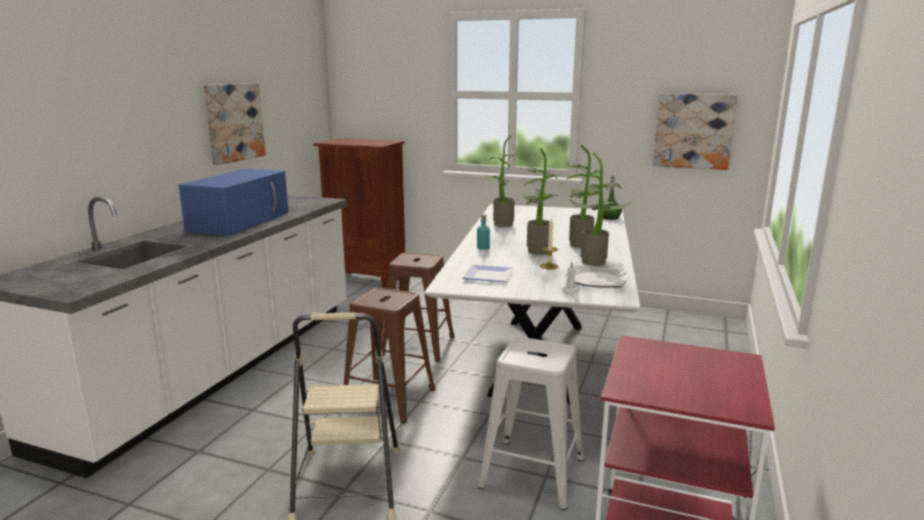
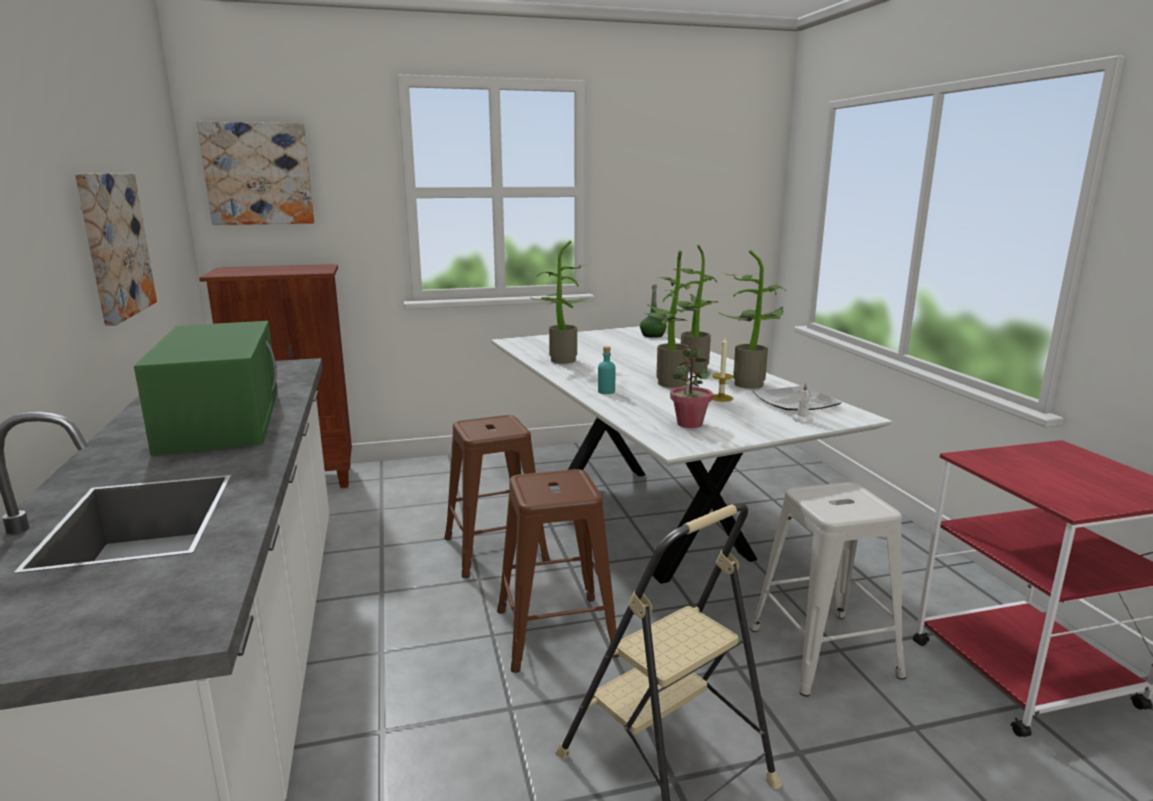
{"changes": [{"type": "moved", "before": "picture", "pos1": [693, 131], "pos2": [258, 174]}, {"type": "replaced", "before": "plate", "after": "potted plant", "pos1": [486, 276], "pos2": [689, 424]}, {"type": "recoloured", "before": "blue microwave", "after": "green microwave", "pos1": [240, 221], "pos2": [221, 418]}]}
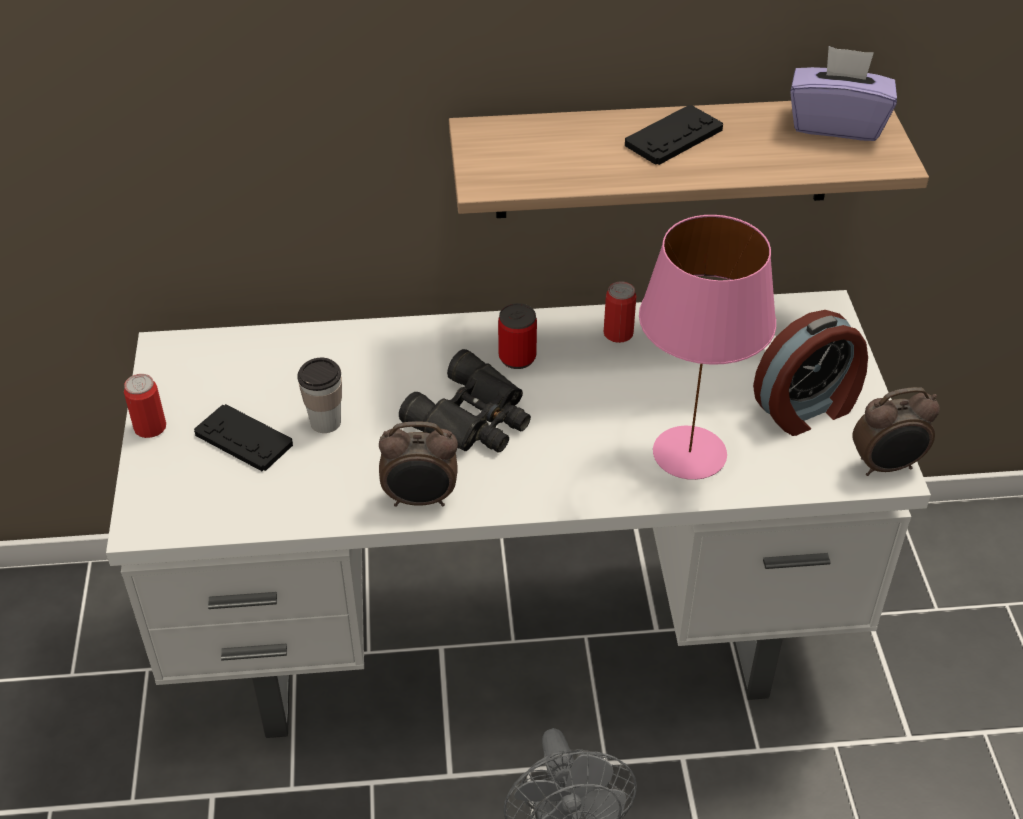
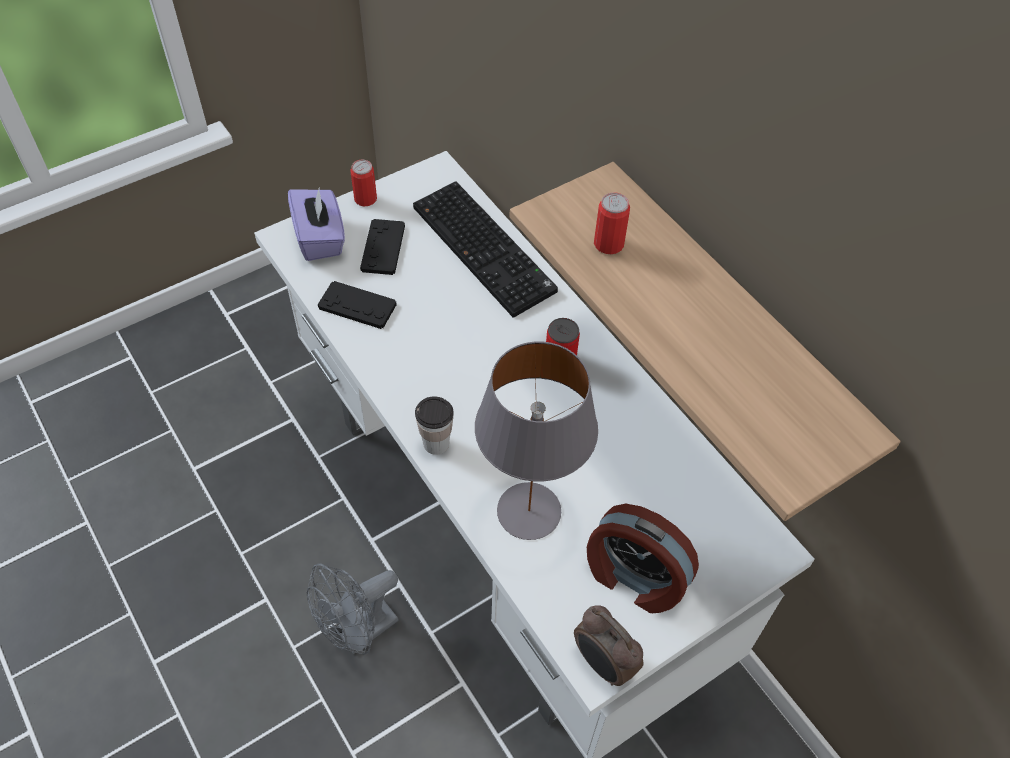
{"changes": [{"type": "removed", "before": "alarm clock", "pos1": [420, 500]}, {"type": "removed", "before": "black binoculars", "pos1": [474, 419]}, {"type": "added", "after": "keyboard", "pos2": [486, 249]}, {"type": "moved", "before": "cup", "pos1": [325, 422], "pos2": [436, 443]}, {"type": "moved", "before": "can", "pos1": [618, 333], "pos2": [608, 244]}, {"type": "moved", "before": "black game controller", "pos1": [673, 137], "pos2": [357, 306]}, {"type": "moved", "before": "purple tissue box", "pos1": [836, 124], "pos2": [320, 238]}, {"type": "recoloured", "before": "pink table lamp", "after": "grey table lamp", "pos1": [689, 452], "pos2": [530, 510]}]}
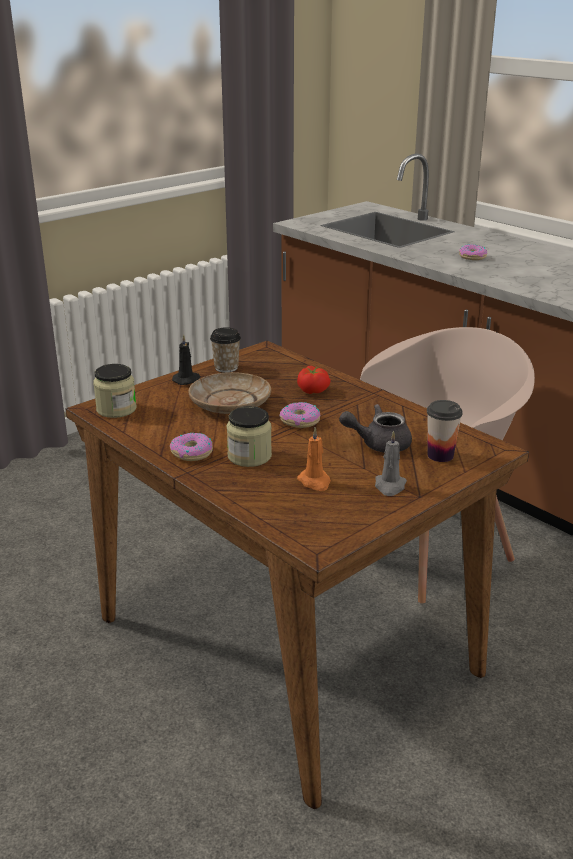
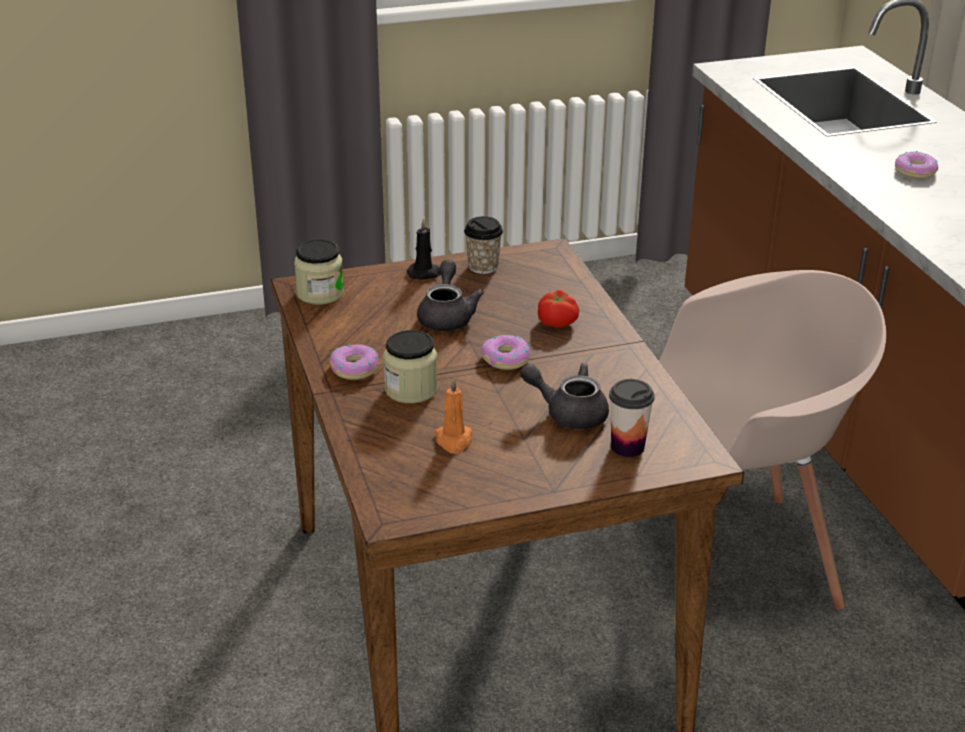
{"changes": [{"type": "removed", "before": "grey candle", "pos1": [390, 486]}, {"type": "replaced", "before": "beige plate", "after": "grey teapot", "pos1": [230, 403], "pos2": [447, 316]}]}
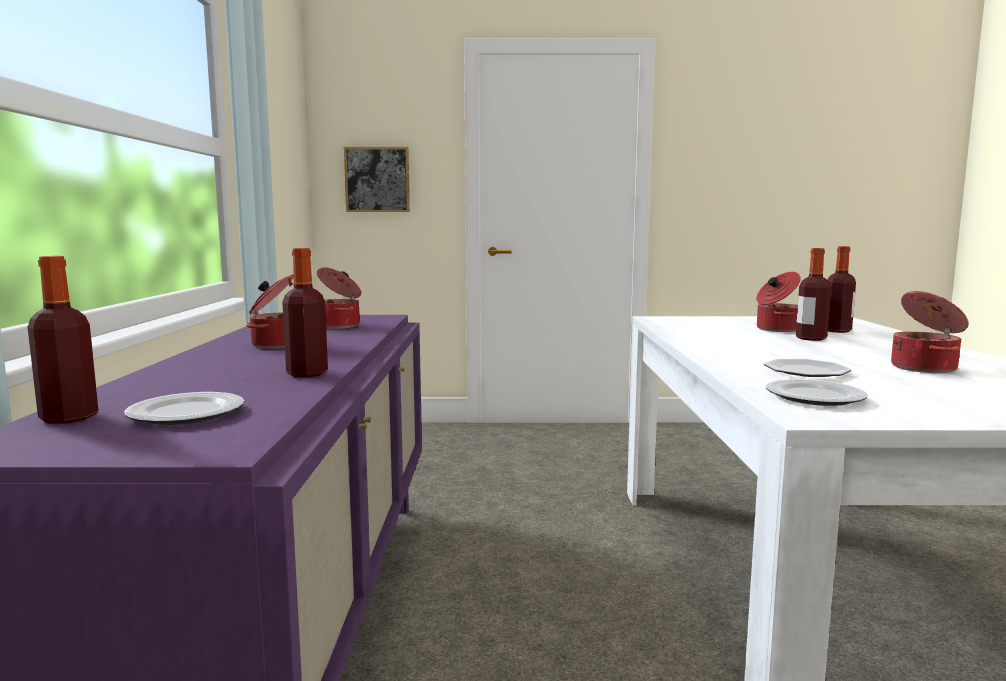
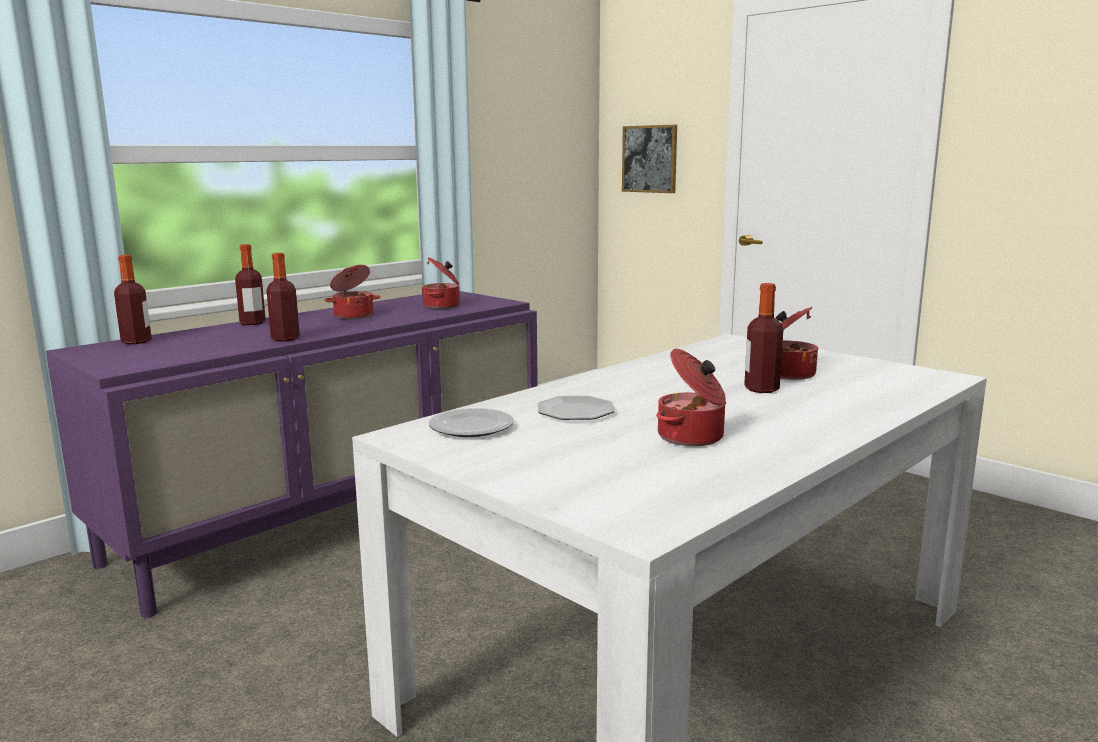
{"changes": [{"type": "removed", "before": "plate", "pos1": [187, 414]}, {"type": "moved", "before": "bottle", "pos1": [837, 331], "pos2": [252, 323]}]}
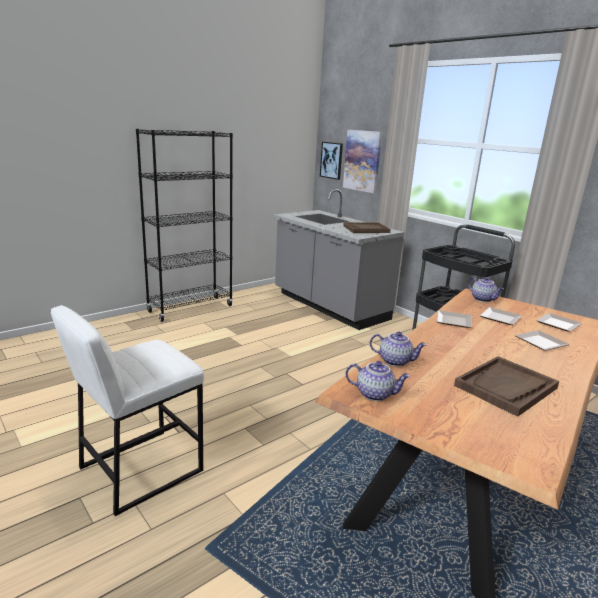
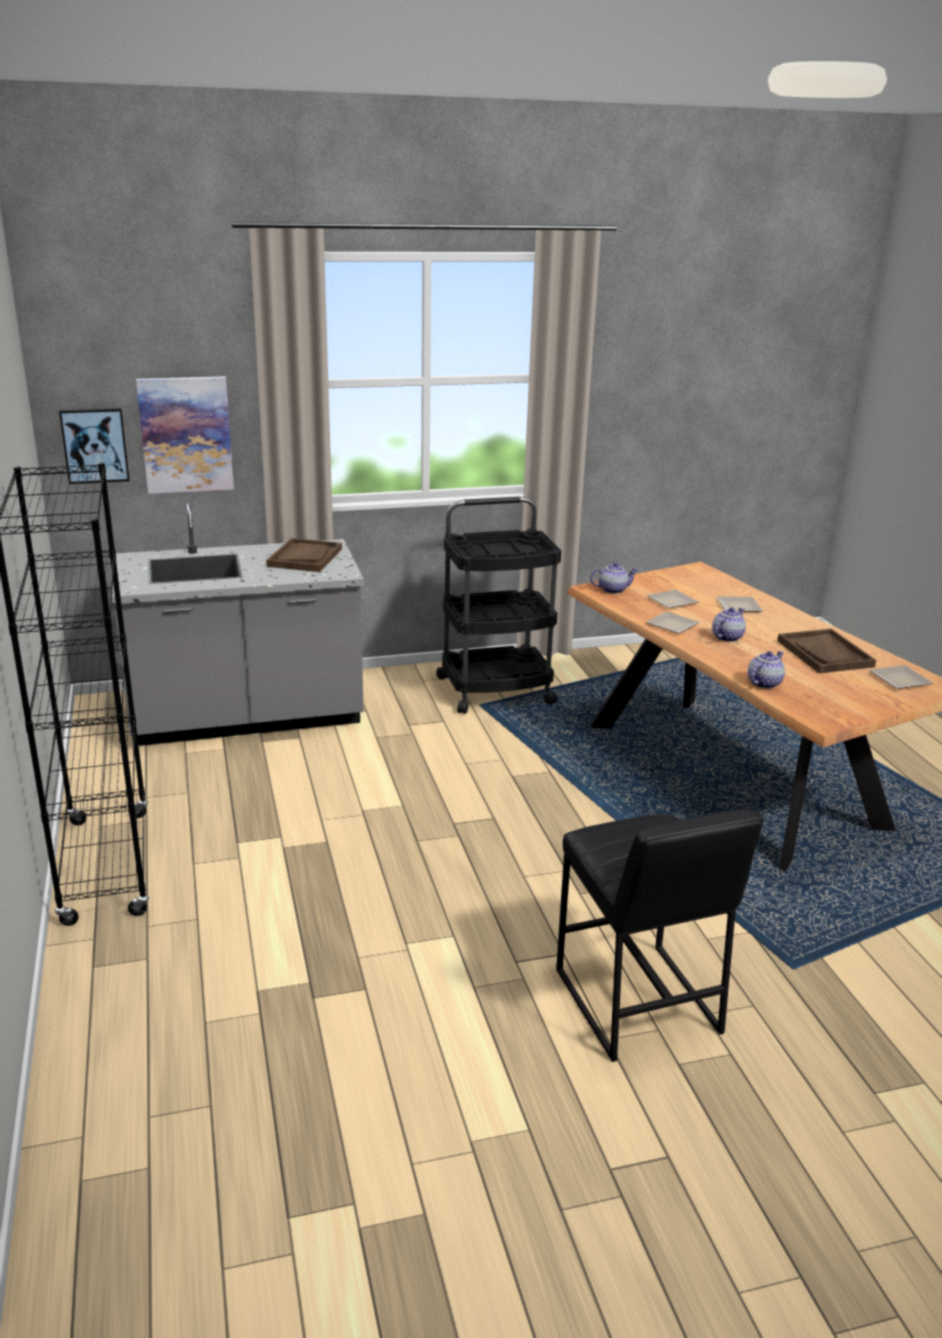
{"changes": [{"type": "moved", "before": "teapot", "pos1": [375, 394], "pos2": [726, 637]}, {"type": "moved", "before": "plate", "pos1": [559, 325], "pos2": [902, 680]}, {"type": "recoloured", "before": "white chair", "after": "black chair", "pos1": [139, 470], "pos2": [638, 1002]}]}
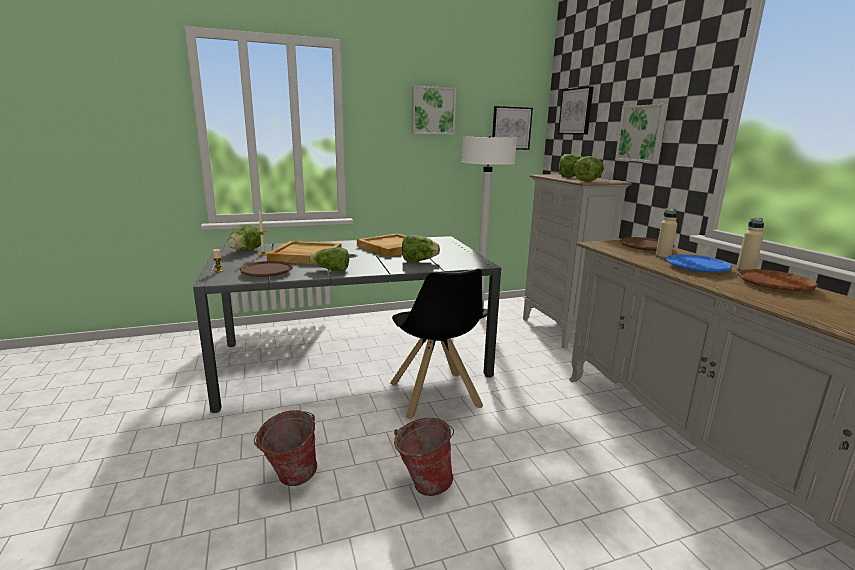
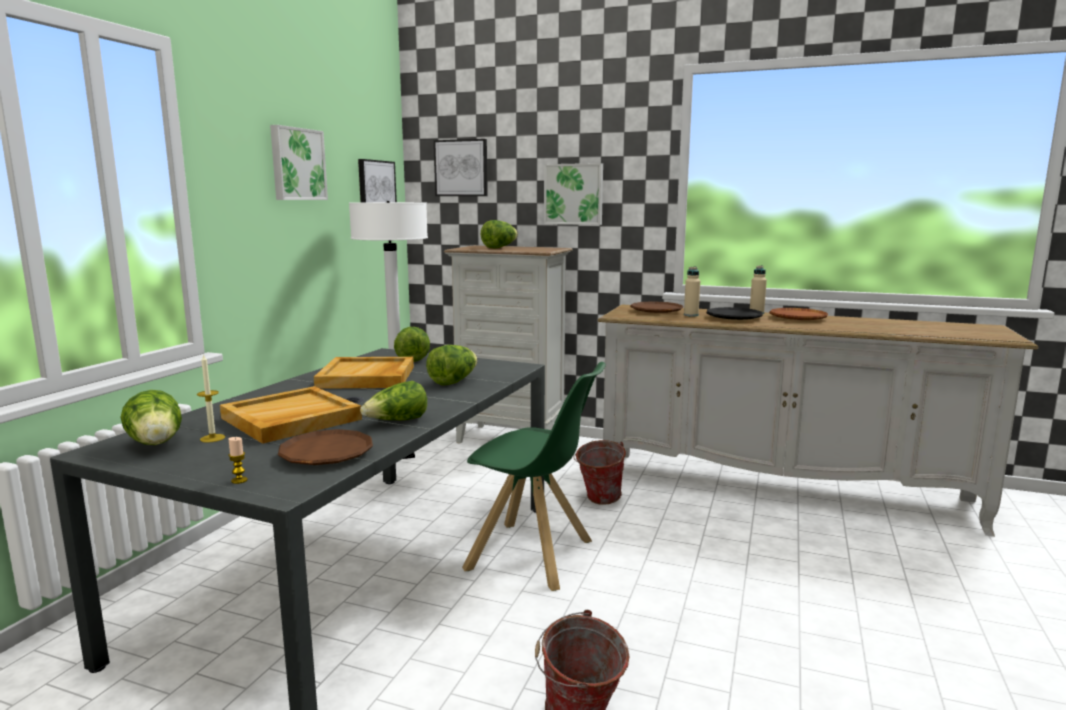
{"changes": [{"type": "moved", "before": "bucket", "pos1": [423, 484], "pos2": [598, 500]}, {"type": "moved", "before": "lettuce", "pos1": [588, 181], "pos2": [413, 359]}, {"type": "recoloured", "before": "black chair", "after": "green chair", "pos1": [435, 396], "pos2": [533, 556]}, {"type": "recoloured", "before": "blue plate", "after": "black plate", "pos1": [697, 268], "pos2": [733, 317]}]}
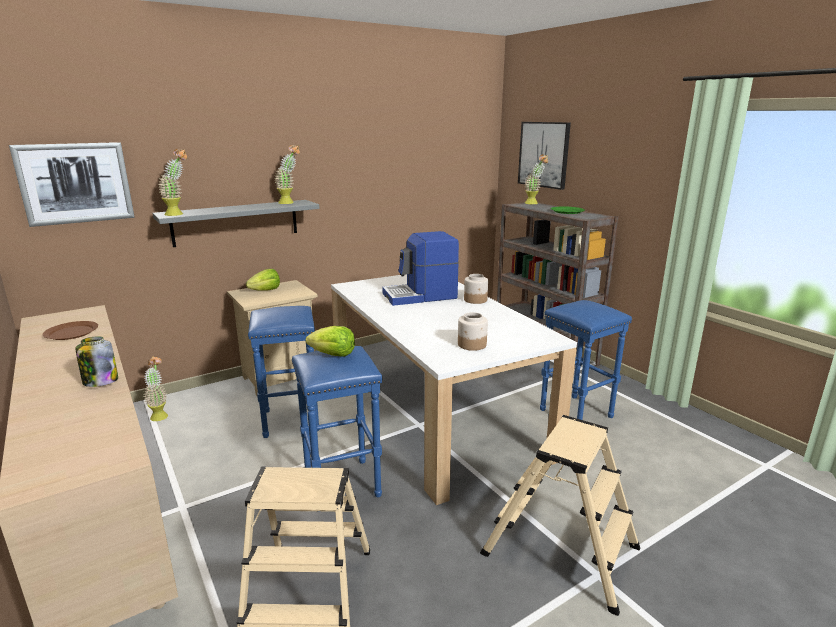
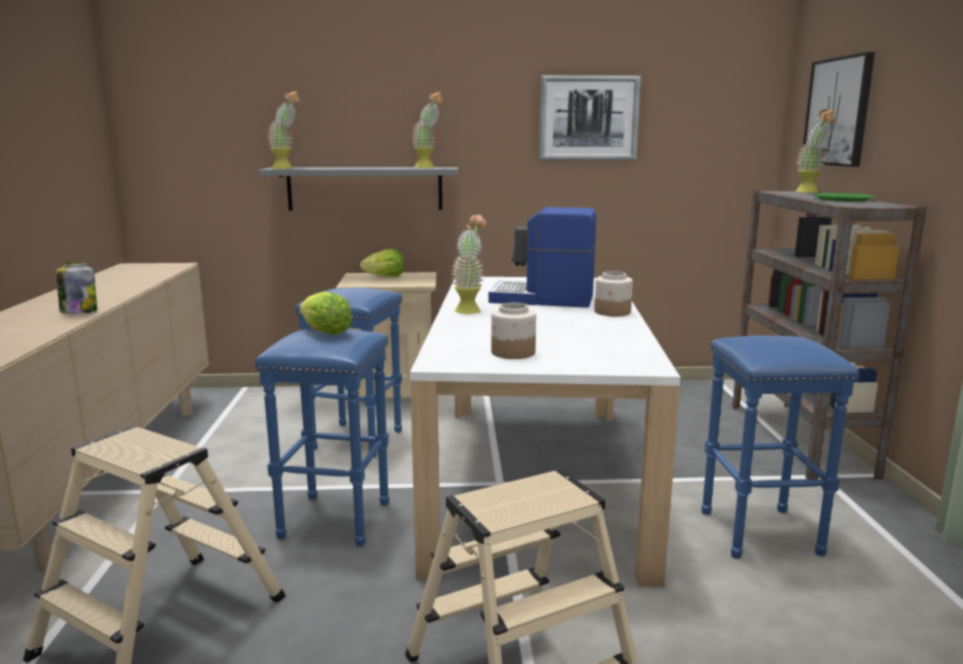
{"changes": [{"type": "removed", "before": "brown plate", "pos1": [72, 332]}, {"type": "moved", "before": "picture", "pos1": [75, 183], "pos2": [588, 118]}, {"type": "moved", "before": "potted plant", "pos1": [160, 414], "pos2": [470, 309]}]}
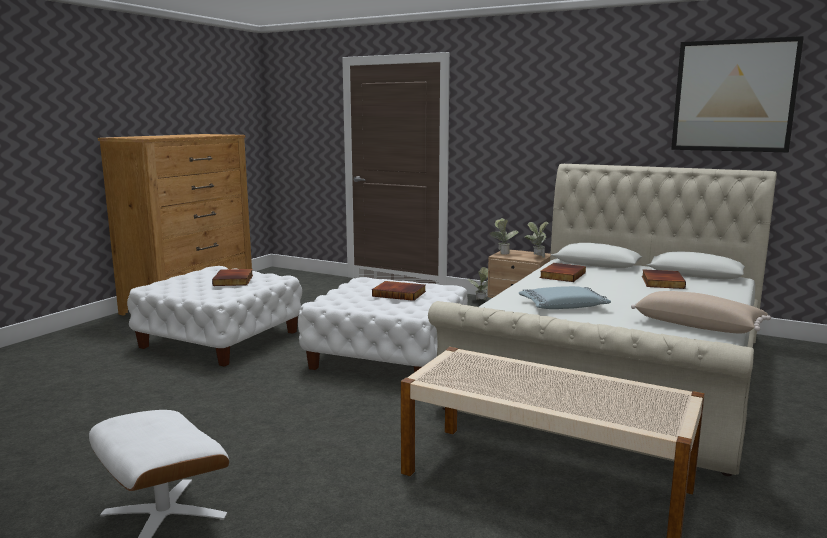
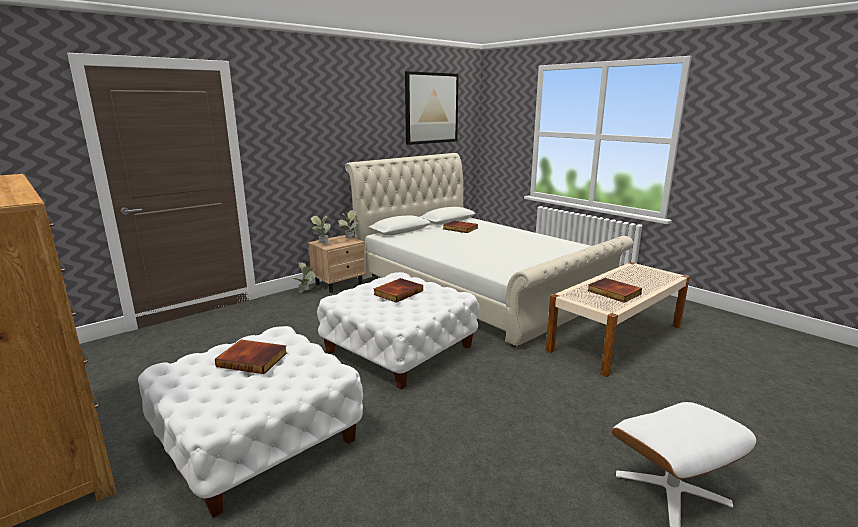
{"changes": [{"type": "removed", "before": "blue pillow", "pos1": [563, 304]}, {"type": "removed", "before": "beige pillow", "pos1": [697, 325]}, {"type": "moved", "before": "book", "pos1": [561, 275], "pos2": [613, 292]}]}
